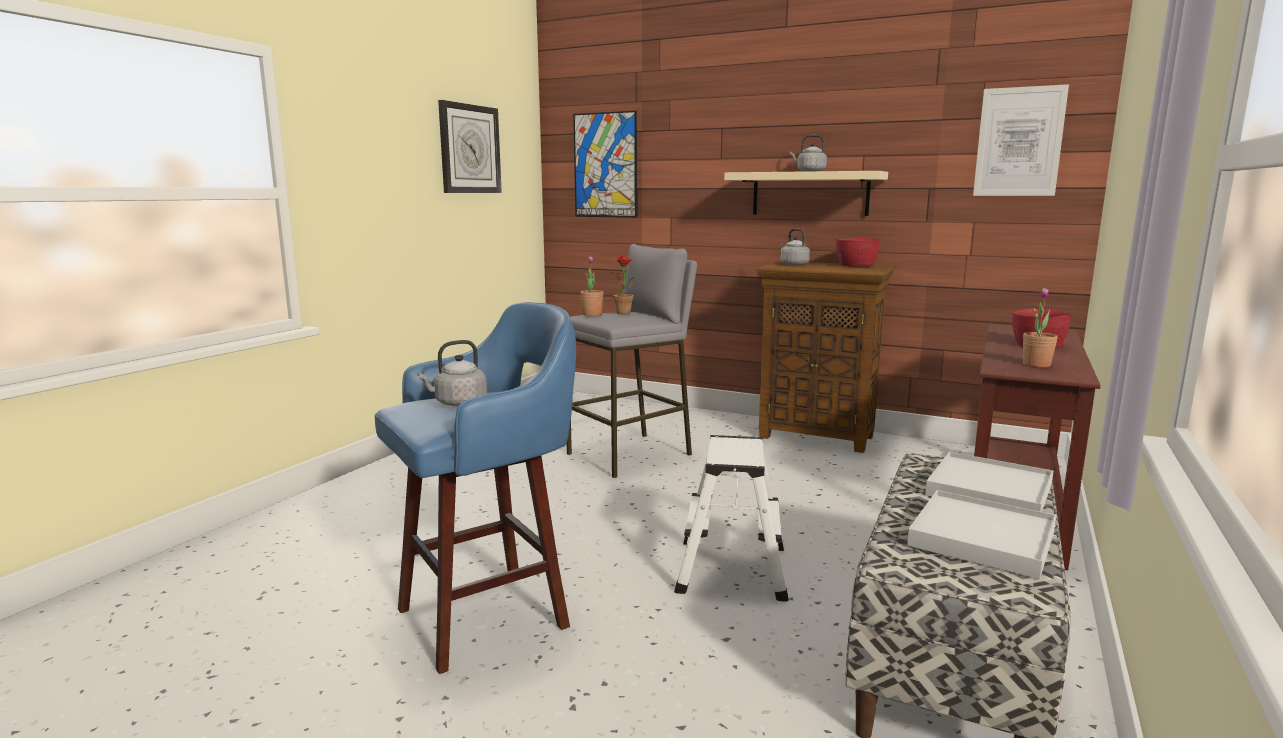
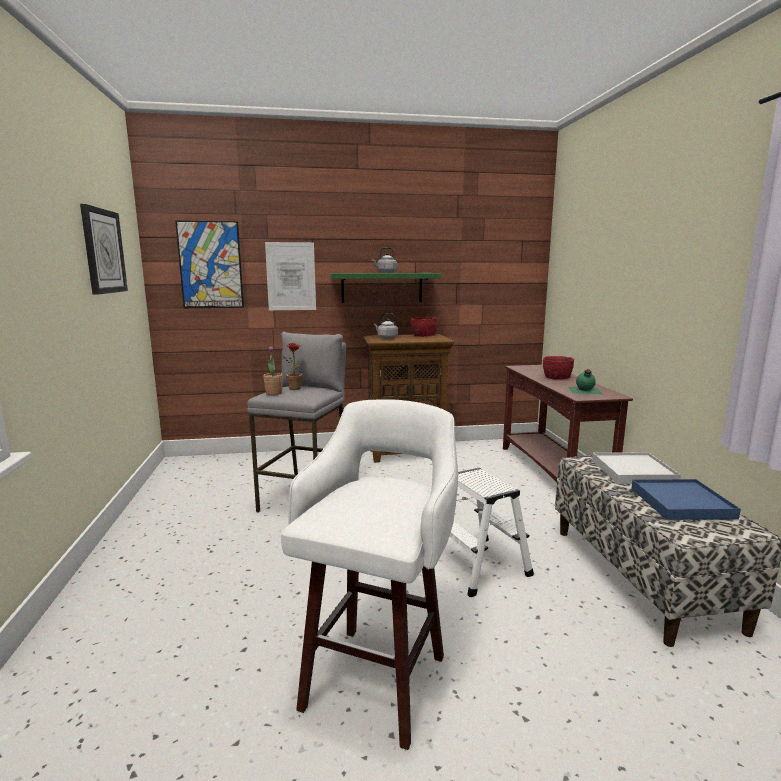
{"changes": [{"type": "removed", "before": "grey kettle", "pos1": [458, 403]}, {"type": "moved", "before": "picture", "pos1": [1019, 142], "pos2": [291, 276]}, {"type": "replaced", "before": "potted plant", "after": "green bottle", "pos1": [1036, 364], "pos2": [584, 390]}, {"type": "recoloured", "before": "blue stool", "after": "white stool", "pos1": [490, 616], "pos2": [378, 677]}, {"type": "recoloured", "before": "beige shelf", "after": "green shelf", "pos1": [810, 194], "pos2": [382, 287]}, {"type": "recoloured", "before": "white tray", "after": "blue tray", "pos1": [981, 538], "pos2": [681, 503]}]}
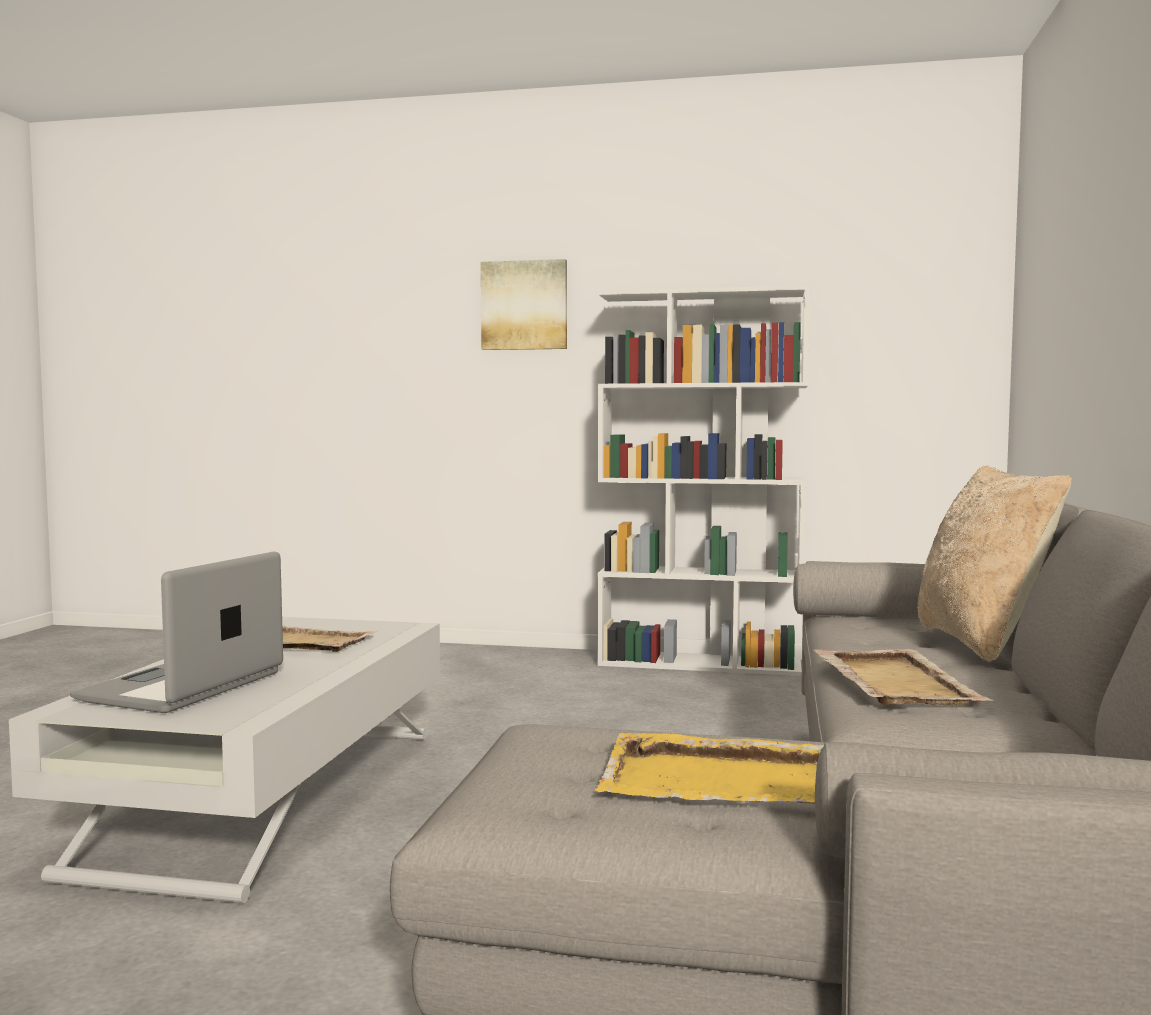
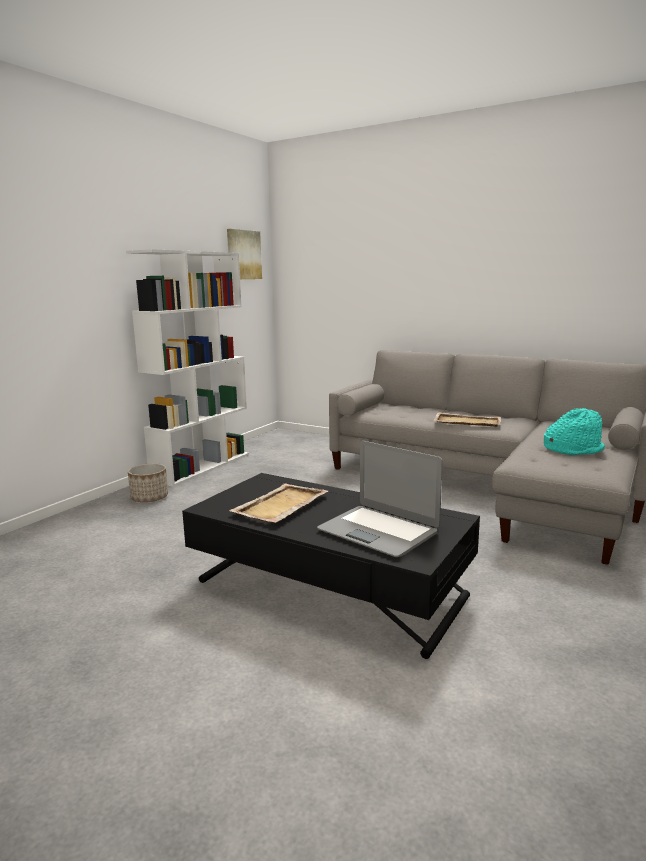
{"changes": [{"type": "removed", "before": "beige pillow", "pos1": [980, 646]}, {"type": "added", "after": "planter", "pos2": [149, 498]}, {"type": "moved", "before": "picture", "pos1": [524, 305], "pos2": [243, 255]}, {"type": "replaced", "before": "yellow tray", "after": "turquoise hat", "pos1": [736, 780], "pos2": [573, 449]}, {"type": "recoloured", "before": "white coffee table", "after": "black coffee table", "pos1": [267, 798], "pos2": [330, 590]}]}
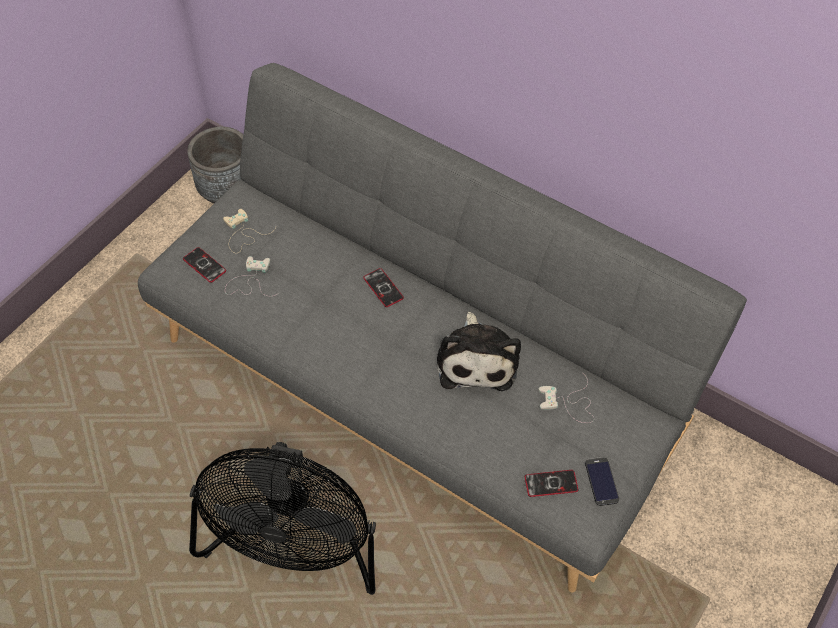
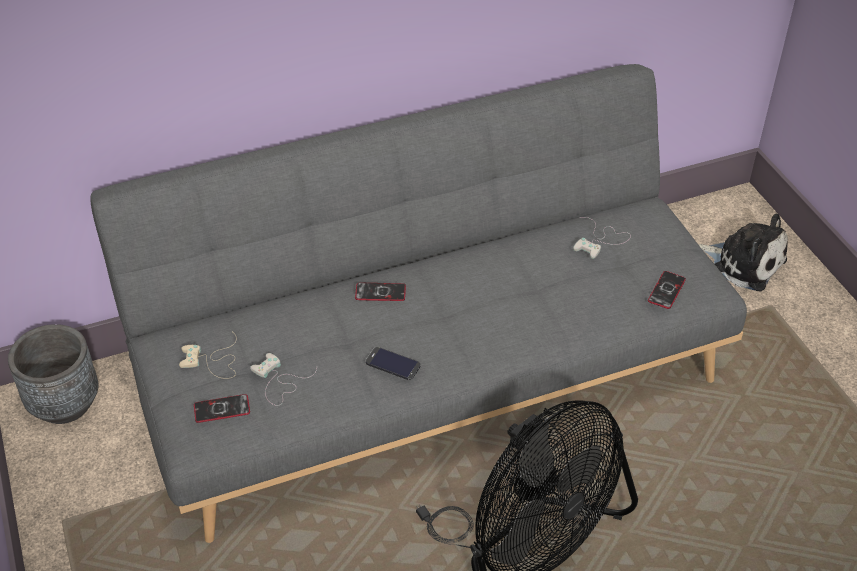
{"changes": [{"type": "moved", "before": "plush toy", "pos1": [477, 359], "pos2": [744, 262]}, {"type": "moved", "before": "phone", "pos1": [601, 481], "pos2": [393, 364]}]}
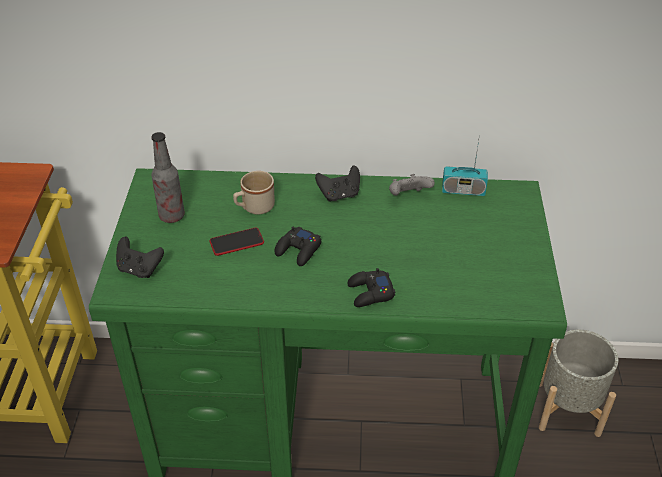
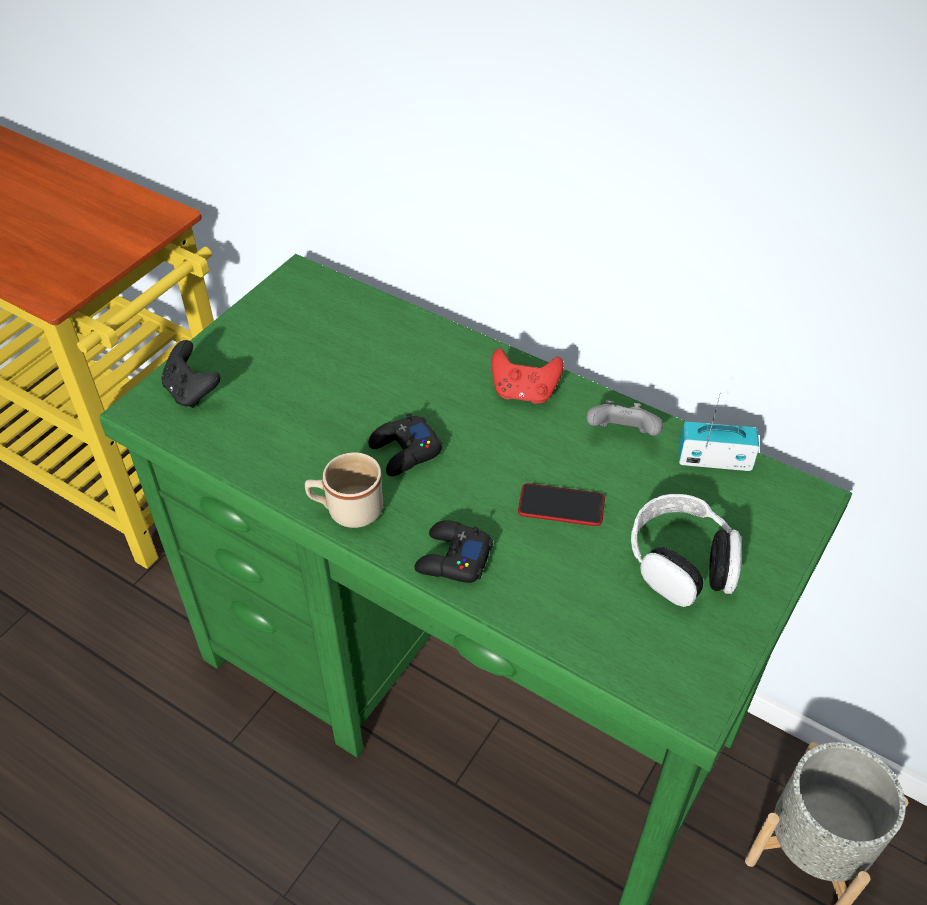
{"changes": [{"type": "removed", "before": "bottle", "pos1": [172, 216]}, {"type": "added", "after": "headphones", "pos2": [682, 561]}, {"type": "moved", "before": "phone", "pos1": [236, 242], "pos2": [561, 506]}, {"type": "moved", "before": "beige mug", "pos1": [254, 208], "pos2": [346, 510]}, {"type": "recoloured", "before": "black game controller", "after": "red game controller", "pos1": [339, 195], "pos2": [524, 392]}, {"type": "turned", "before": "radio", "pos1": [463, 190], "pos2": [714, 459], "turn": 150}]}
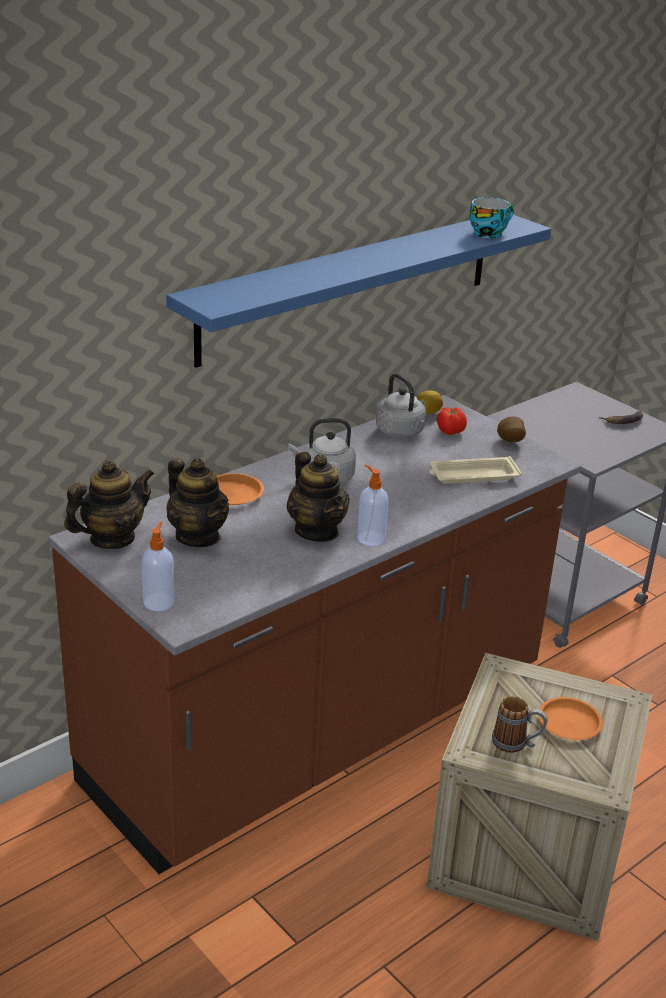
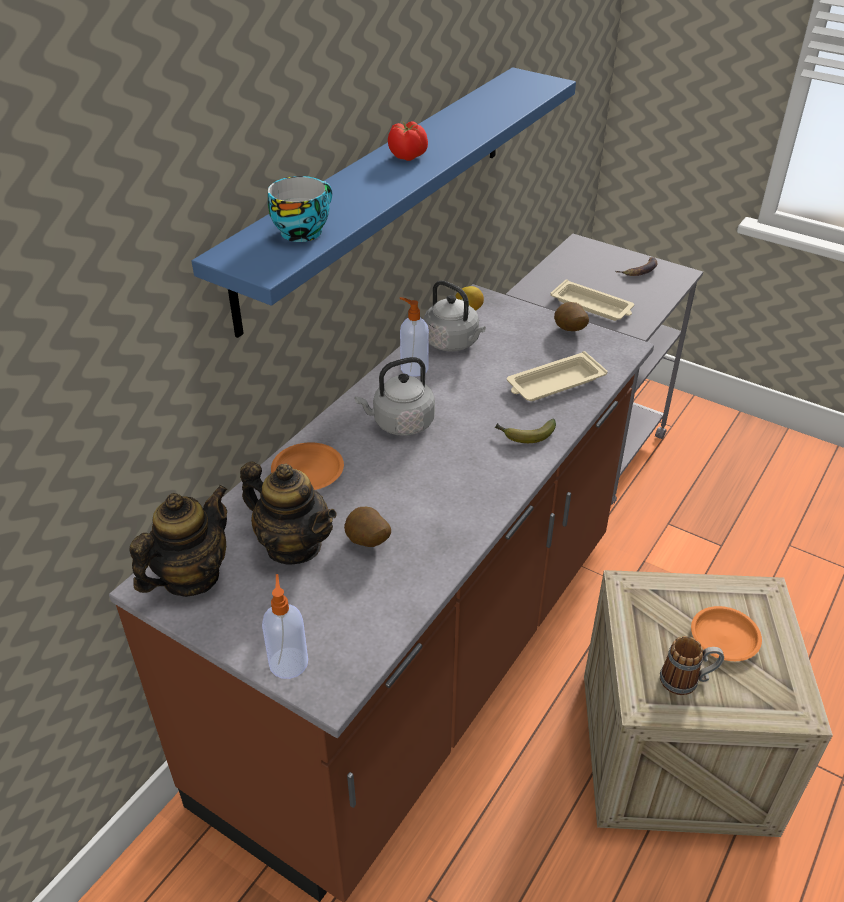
{"changes": [{"type": "removed", "before": "teapot", "pos1": [317, 531]}, {"type": "added", "after": "potato", "pos2": [367, 543]}, {"type": "added", "after": "banana", "pos2": [525, 435]}, {"type": "added", "after": "beige tray", "pos2": [592, 306]}, {"type": "moved", "before": "soap dispenser", "pos1": [370, 538], "pos2": [413, 368]}, {"type": "moved", "before": "tomato", "pos1": [450, 431], "pos2": [408, 156]}, {"type": "moved", "before": "cup", "pos1": [488, 233], "pos2": [302, 230]}]}
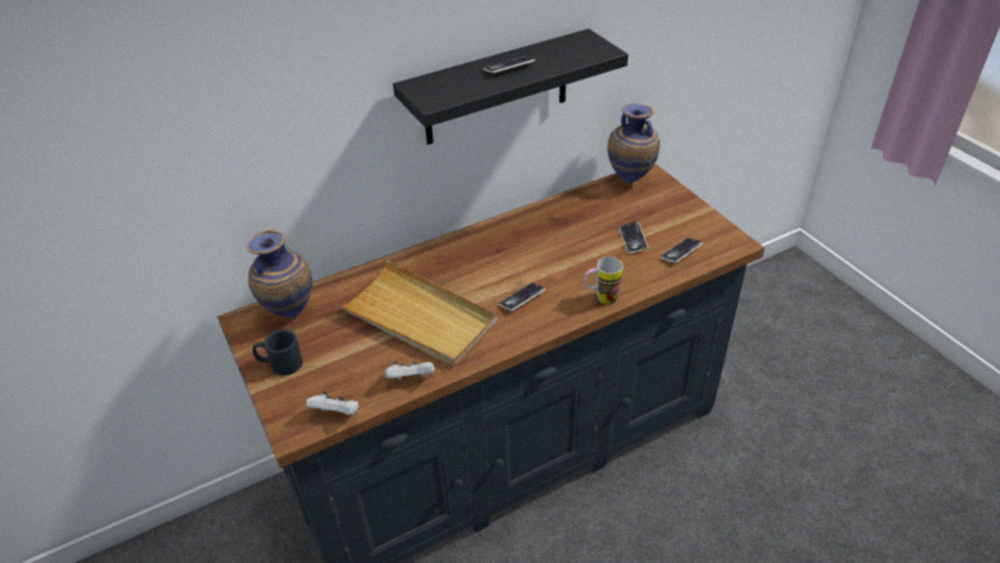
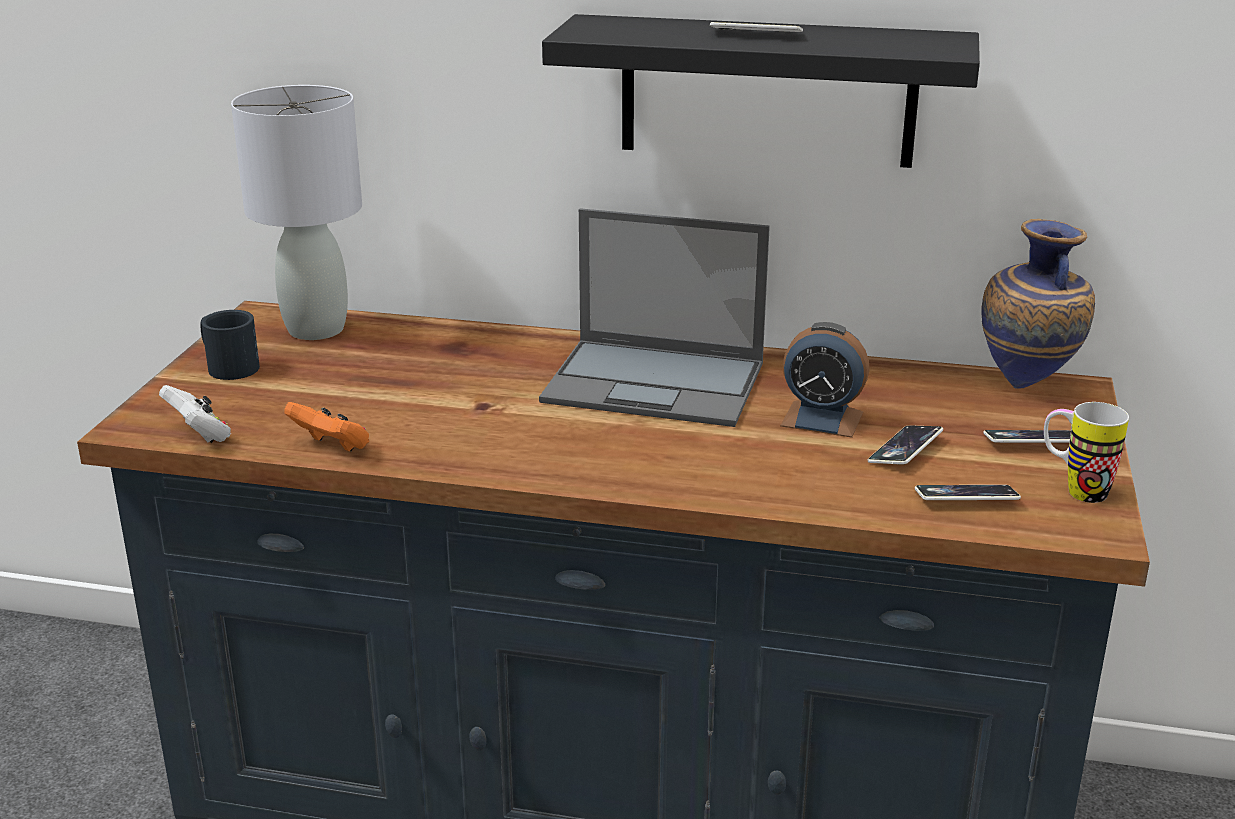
{"changes": [{"type": "removed", "before": "beige tray", "pos1": [418, 317]}, {"type": "added", "after": "laptop", "pos2": [657, 383]}, {"type": "added", "after": "alarm clock", "pos2": [822, 419]}, {"type": "moved", "before": "phone", "pos1": [522, 299], "pos2": [1031, 442]}, {"type": "moved", "before": "mug", "pos1": [601, 299], "pos2": [1074, 490]}, {"type": "replaced", "before": "vase", "after": "grey table lamp", "pos1": [290, 313], "pos2": [317, 329]}, {"type": "recoloured", "before": "white game controller", "after": "orange game controller", "pos1": [411, 379], "pos2": [332, 447]}]}
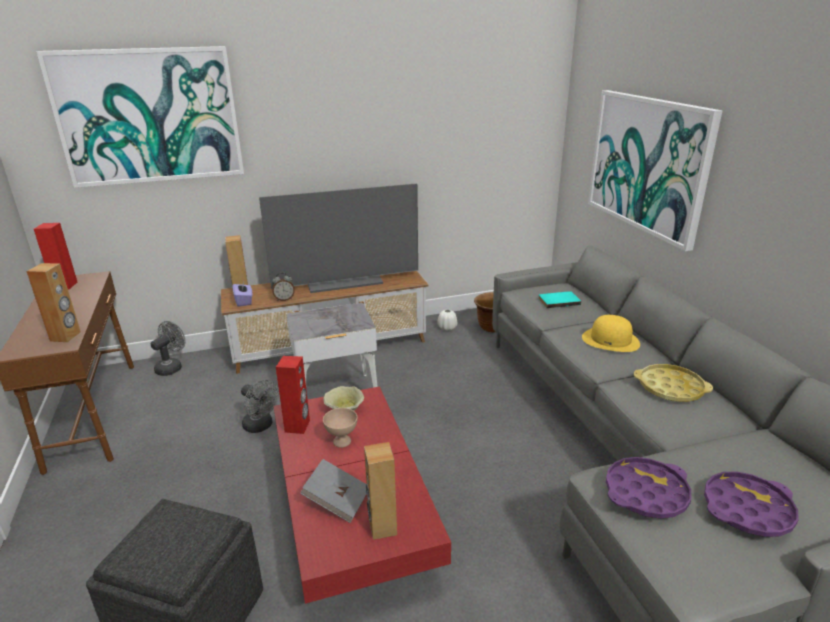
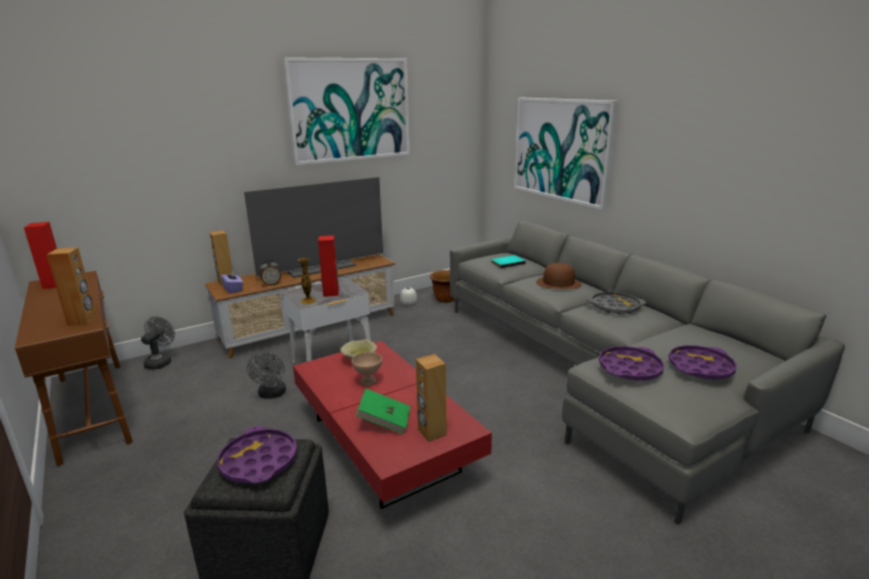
{"changes": [{"type": "added", "after": "purple tray", "pos2": [259, 461]}, {"type": "added", "after": "vase", "pos2": [308, 301]}, {"type": "moved", "before": "picture", "pos1": [149, 116], "pos2": [350, 110]}, {"type": "moved", "before": "red speaker", "pos1": [298, 426], "pos2": [331, 293]}, {"type": "recoloured", "before": "grey book", "after": "green book", "pos1": [337, 501], "pos2": [384, 421]}, {"type": "recoloured", "before": "yellow hat", "after": "brown hat", "pos1": [610, 340], "pos2": [558, 283]}, {"type": "recoloured", "before": "yellow tray", "after": "grey tray", "pos1": [670, 388], "pos2": [615, 307]}, {"type": "turned", "before": "grey fan", "pos1": [261, 426], "pos2": [271, 395], "turn": 60}]}
